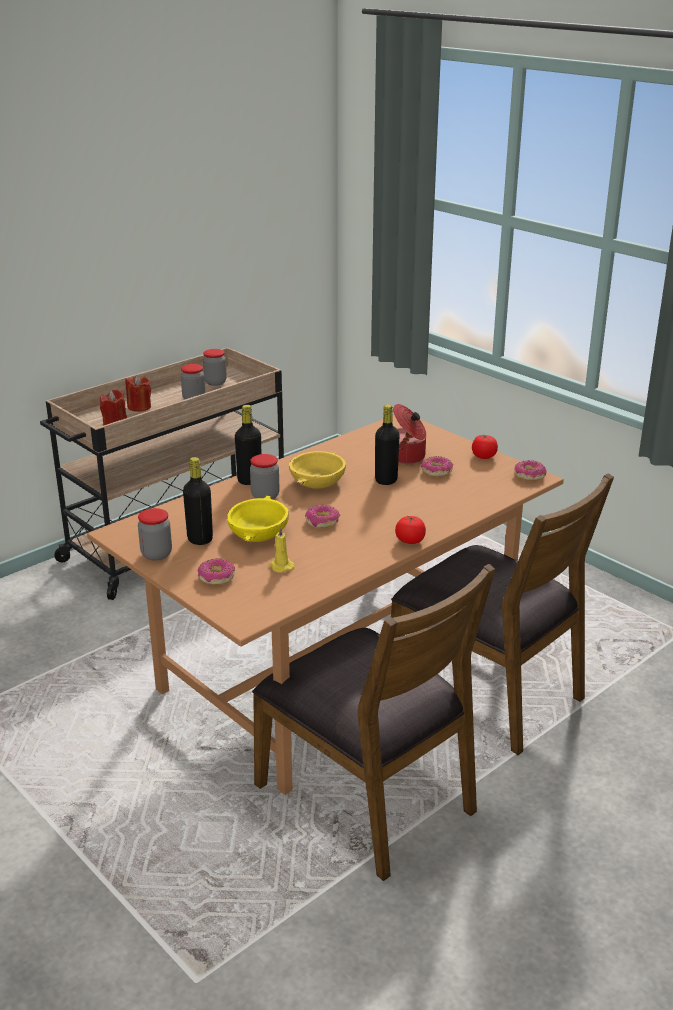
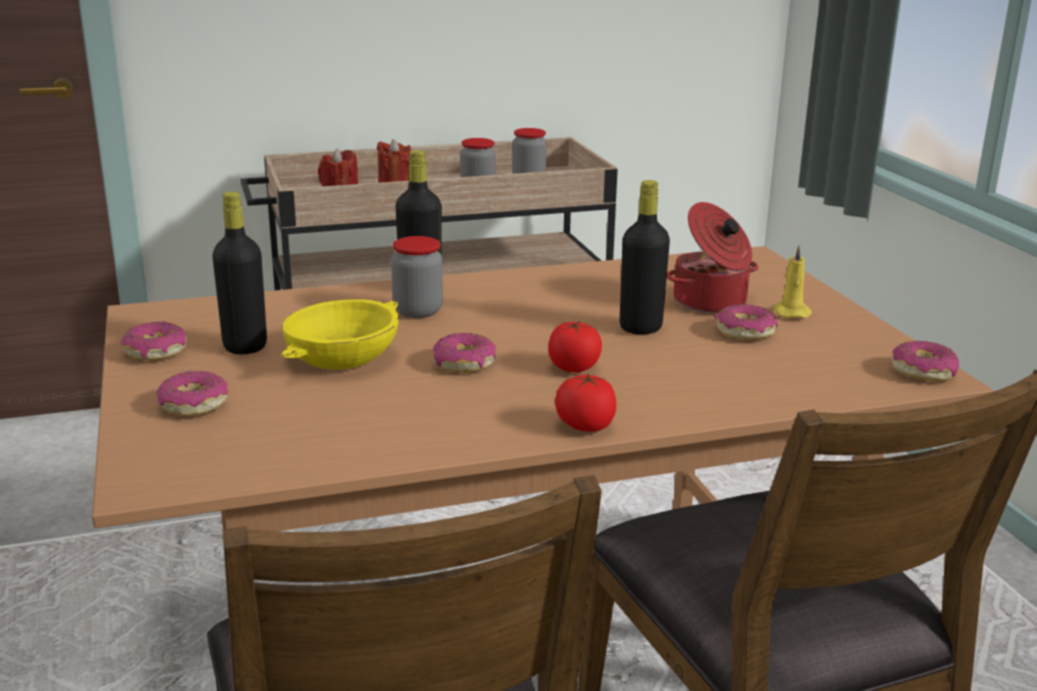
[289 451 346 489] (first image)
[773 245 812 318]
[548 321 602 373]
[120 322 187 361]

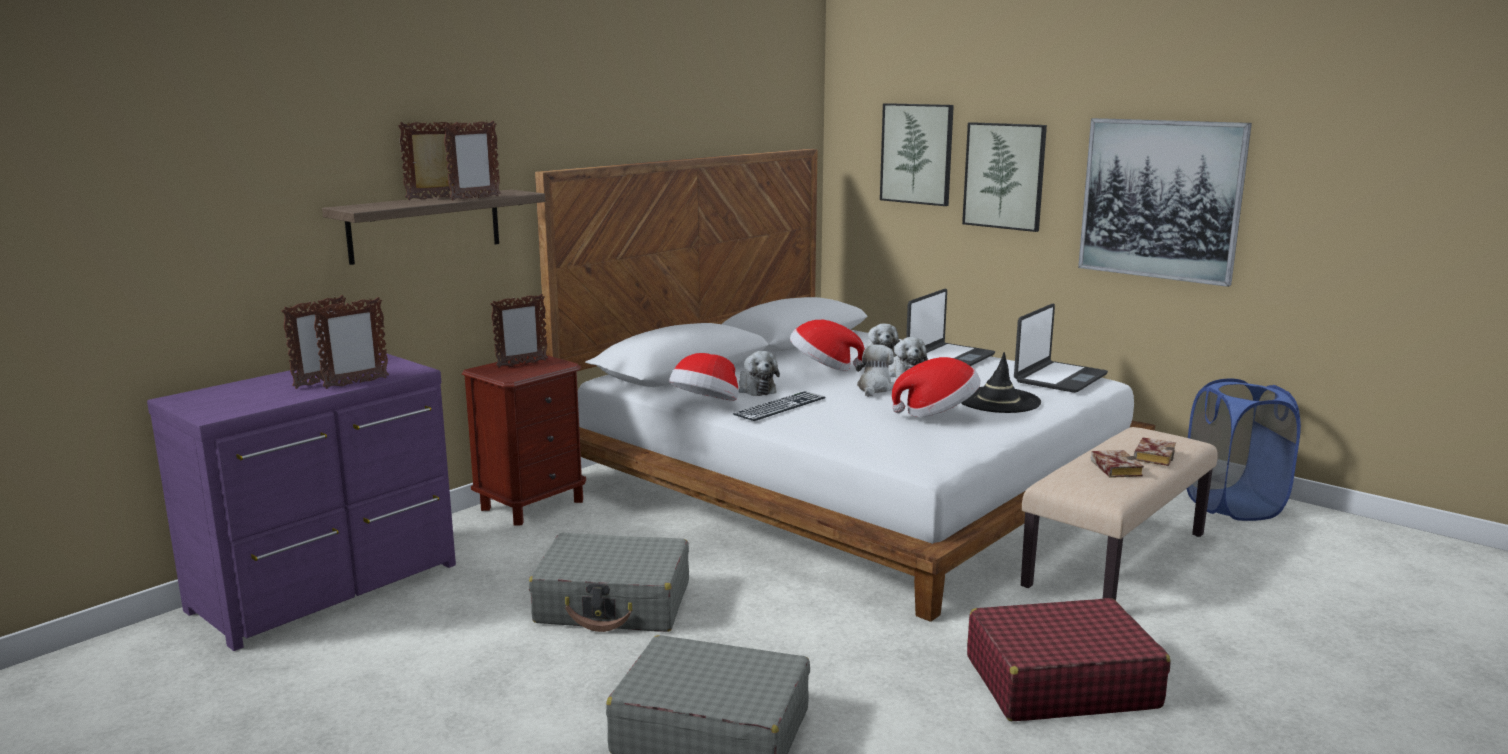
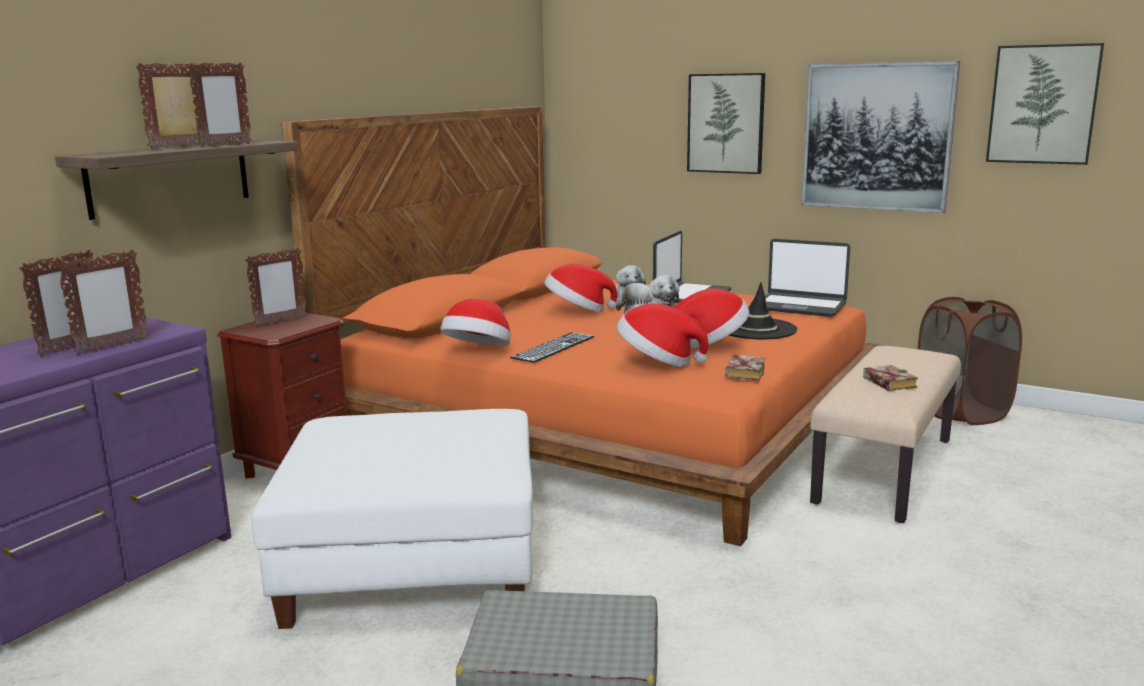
[739 351 780 396] (first image)
[967 598 1171 721] (first image)
[617 303 708 367]
[986 43 1104 165]
[725 355 765 381]
[252 409 533 629]
[281 106 884 546]
[918 297 1022 425]
[765 239 850 317]

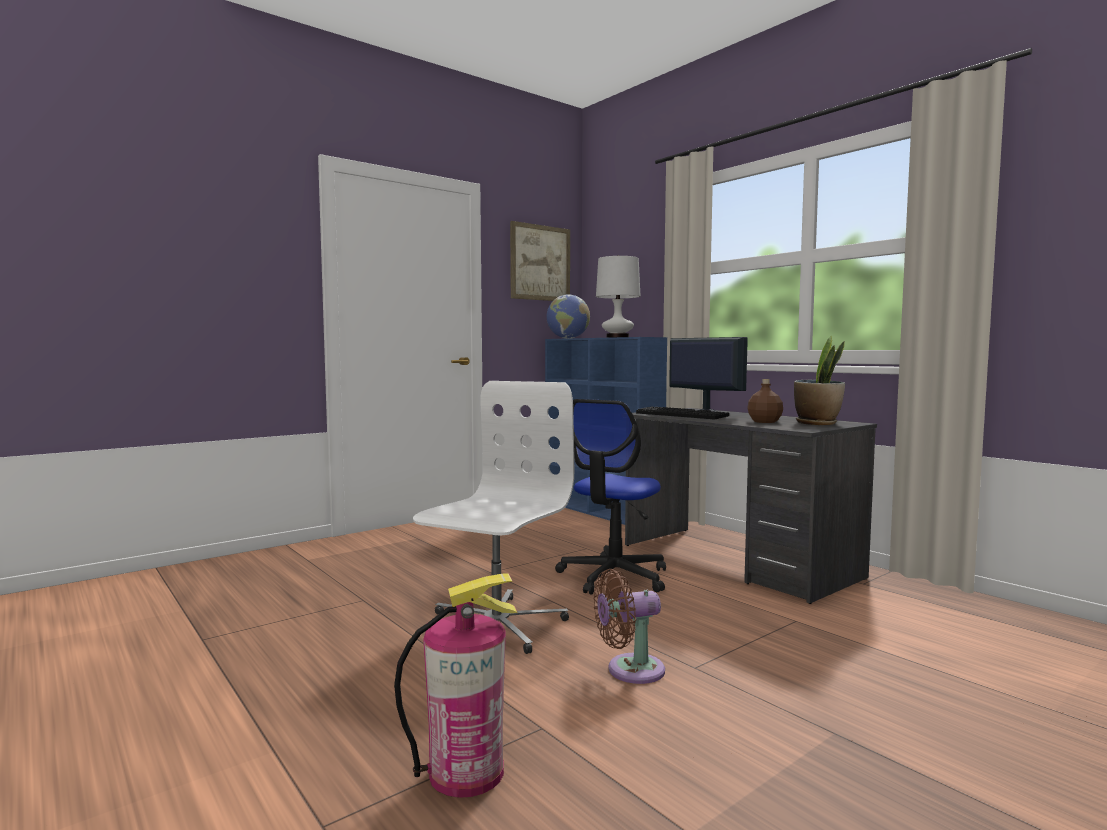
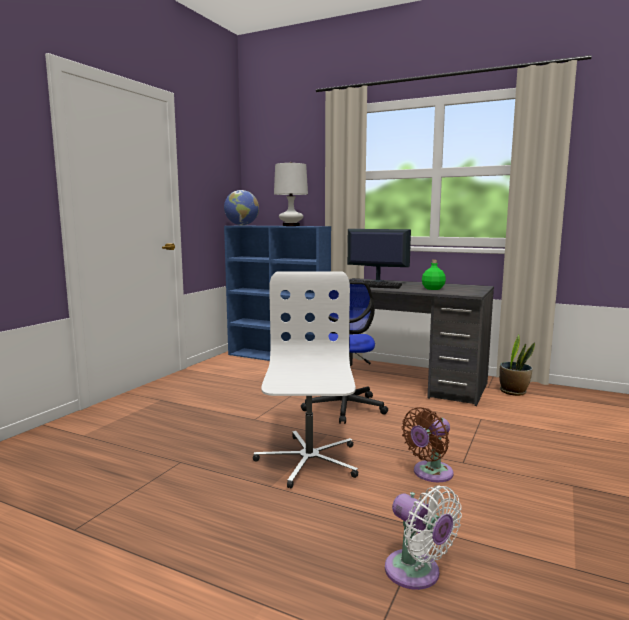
[510 221 570 301] (first image)
[499 334 535 396]
[385 485 462 590]
[422 260 446 290]

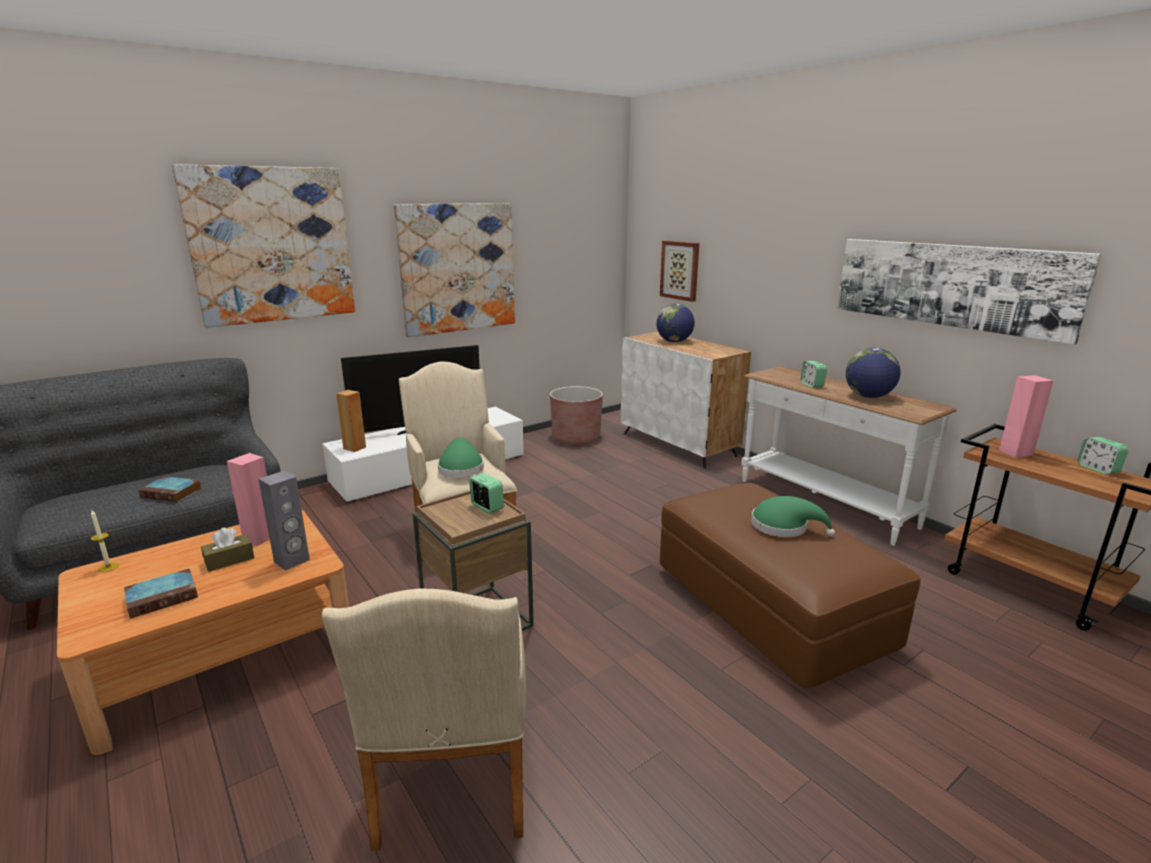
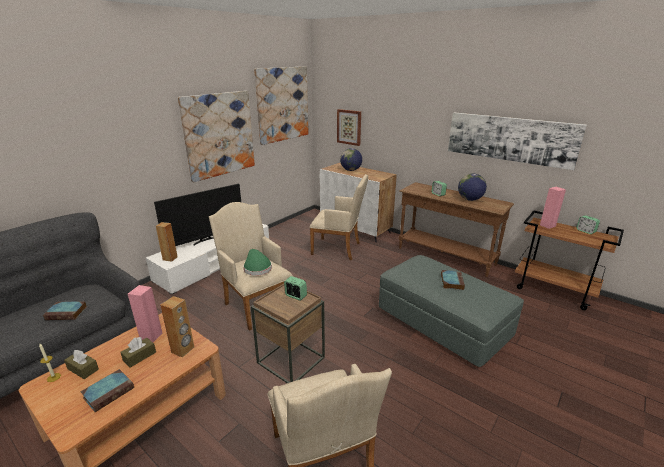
[550 386 603 445] (first image)
[64 350 99 379]
[310 174 368 260]
[254 67 309 145]
[441 270 465 290]
[160 296 194 357]
[379 255 524 367]
[399 182 514 277]

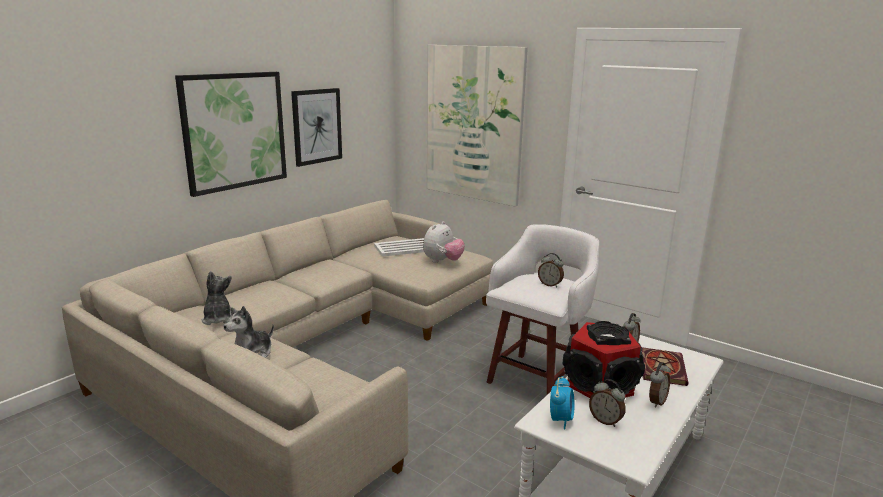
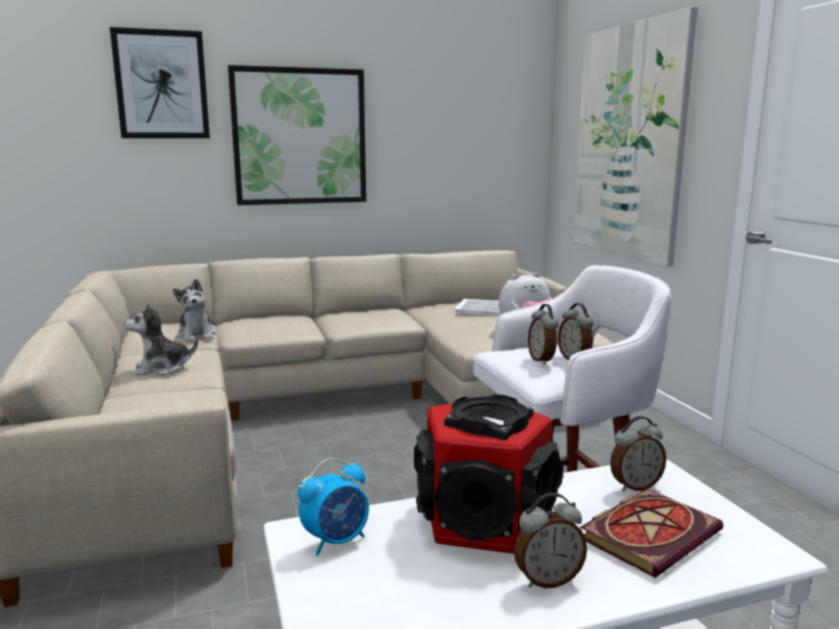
[110 27 210 138]
[528 304 559 365]
[173 279 215 342]

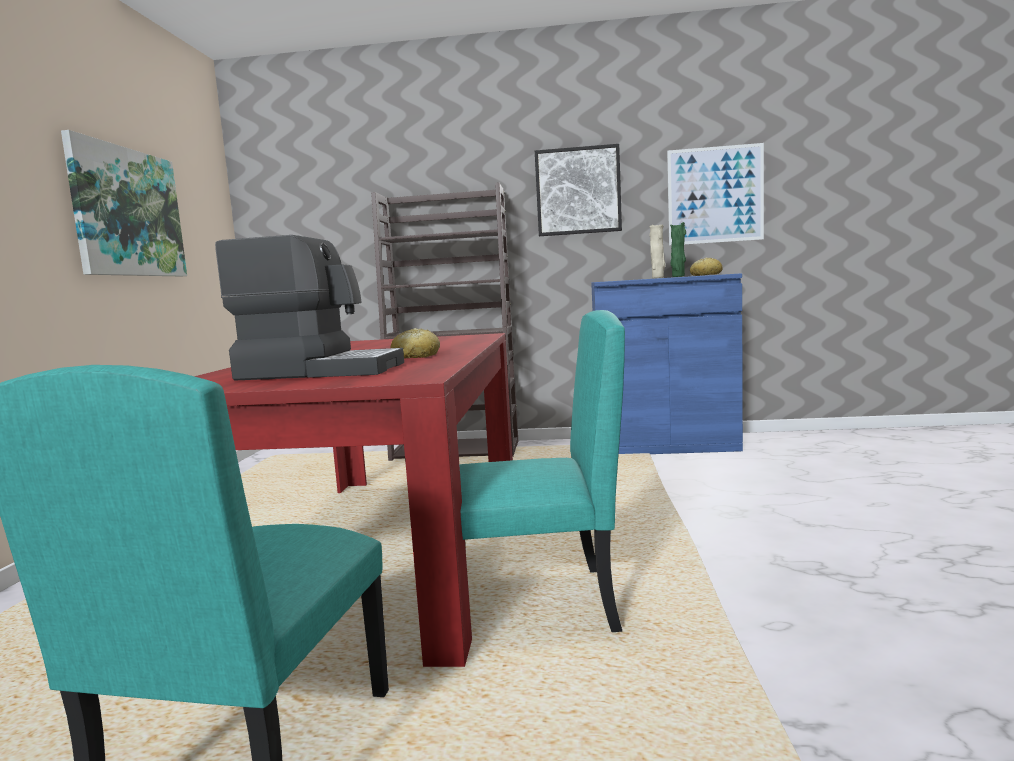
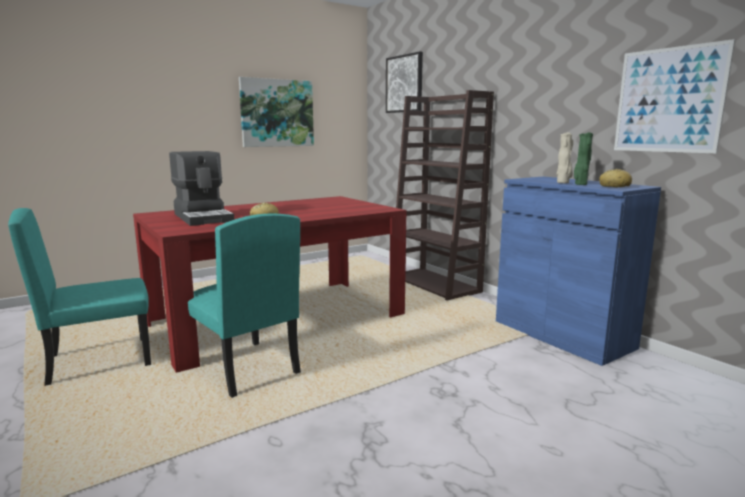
[386 51 423 113]

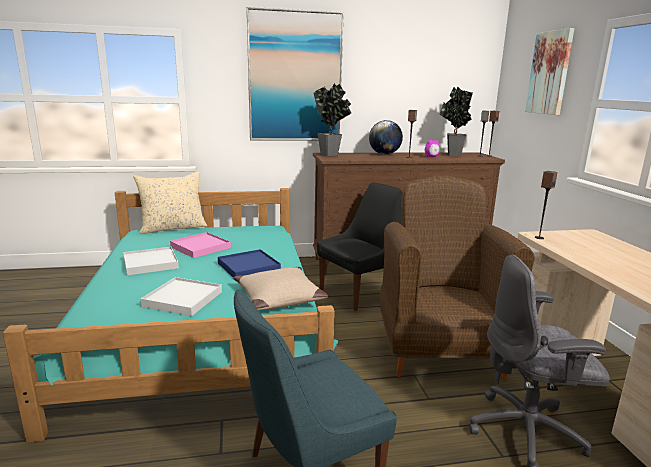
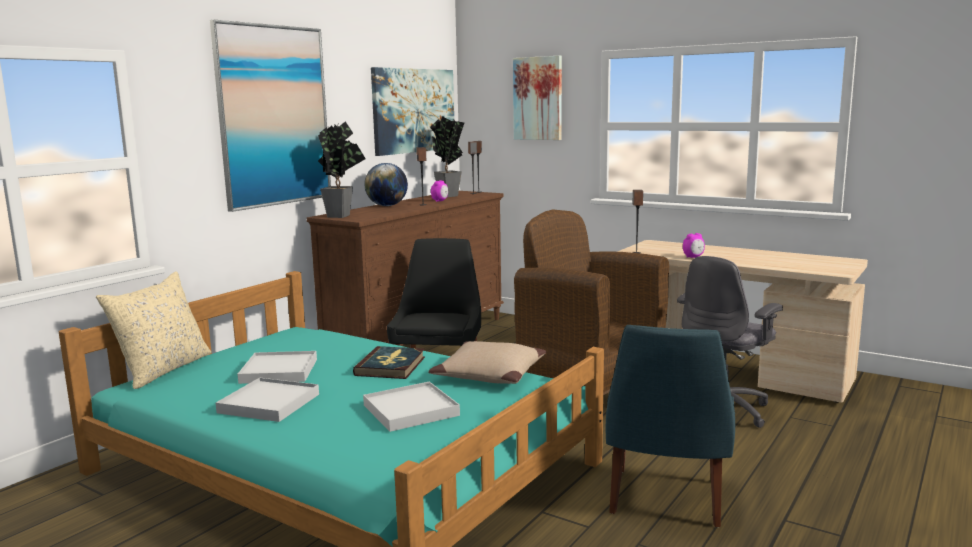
[371 67 454 156]
[683 233 705 258]
[353 346 425 379]
[237 351 317 384]

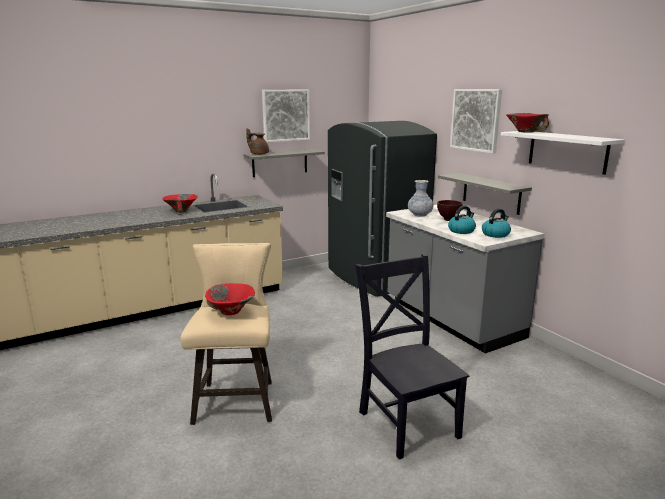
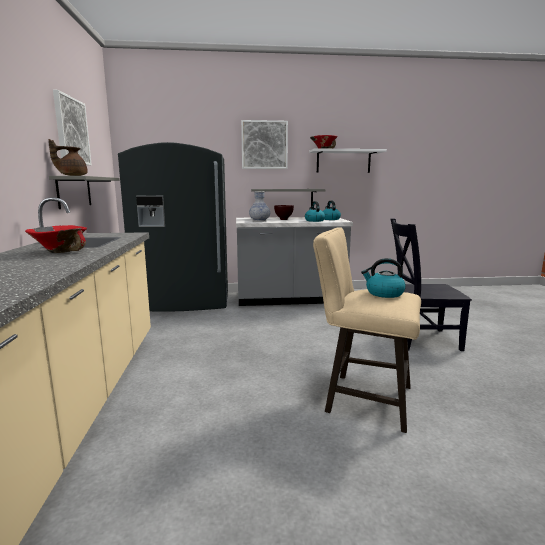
[361 258 406 298]

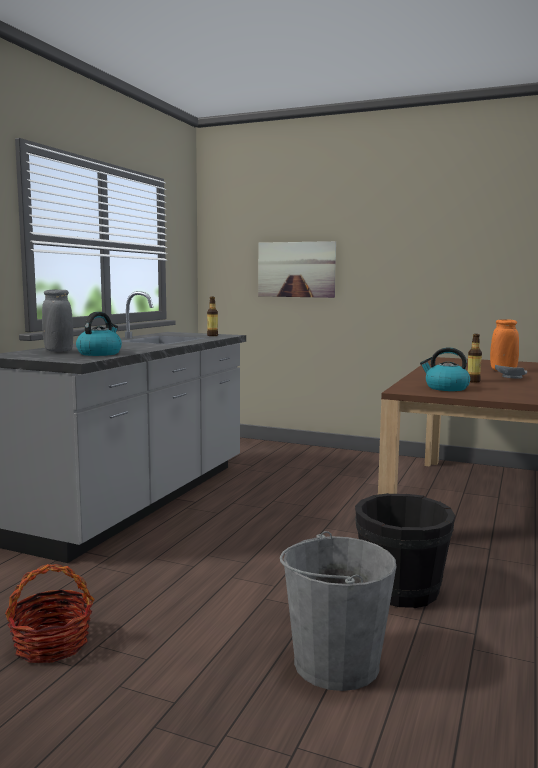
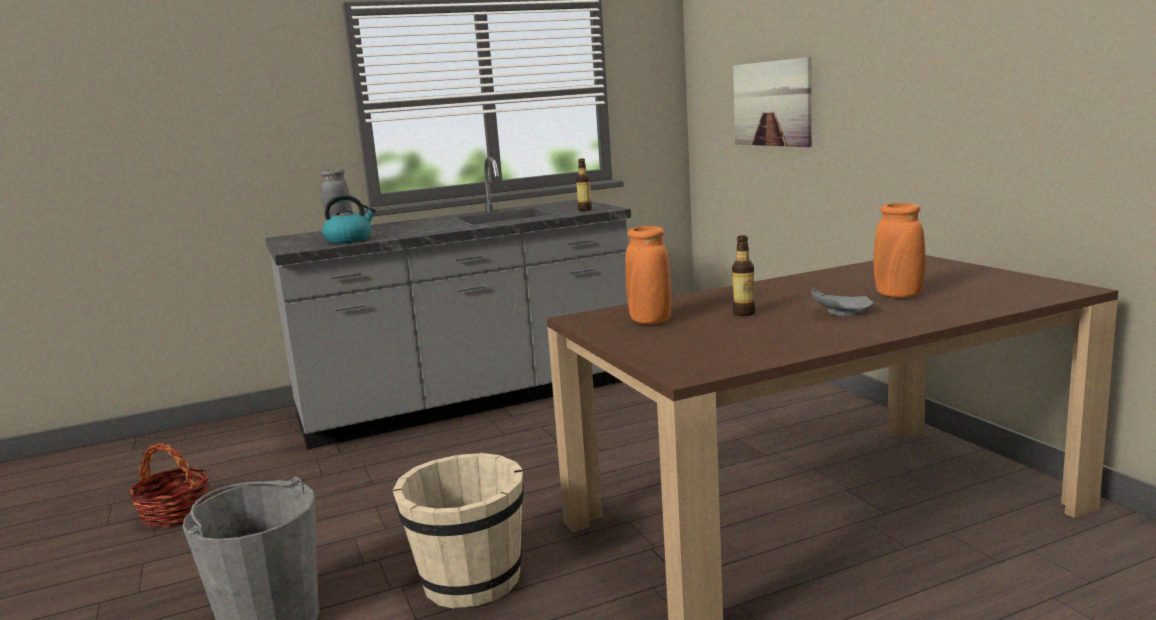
[625 226 671 324]
[393 453 524 609]

